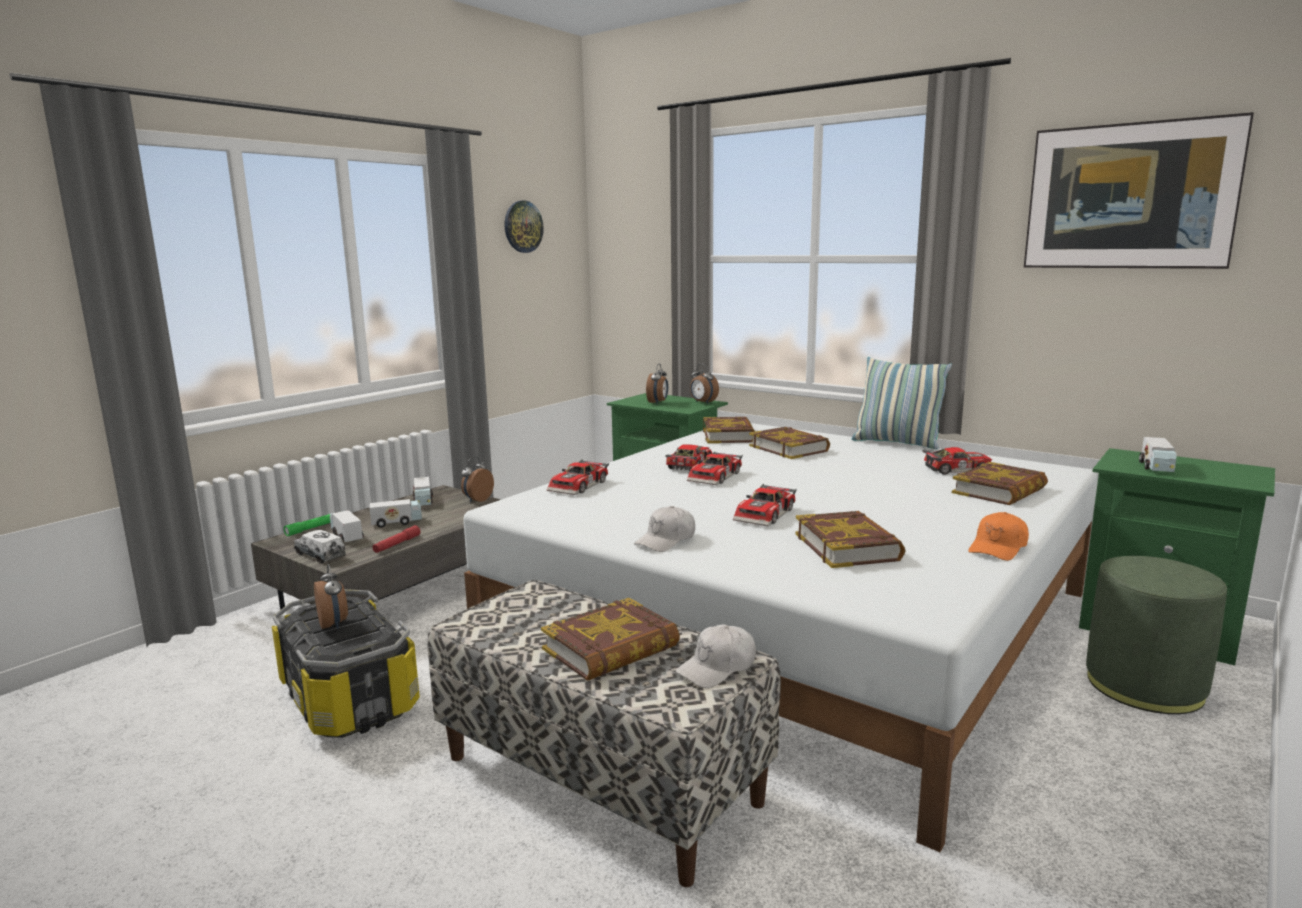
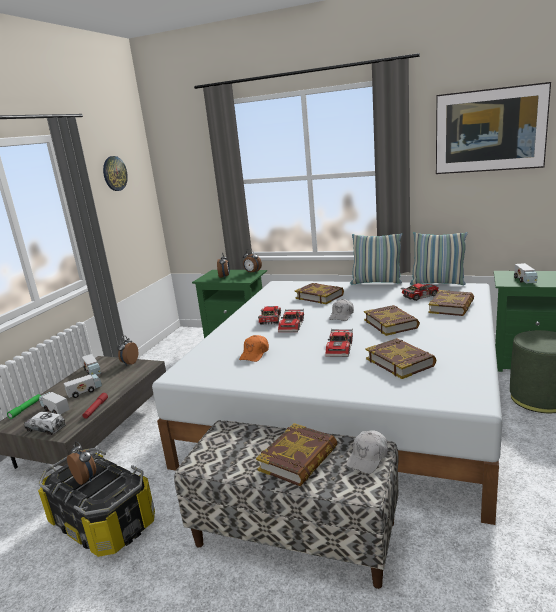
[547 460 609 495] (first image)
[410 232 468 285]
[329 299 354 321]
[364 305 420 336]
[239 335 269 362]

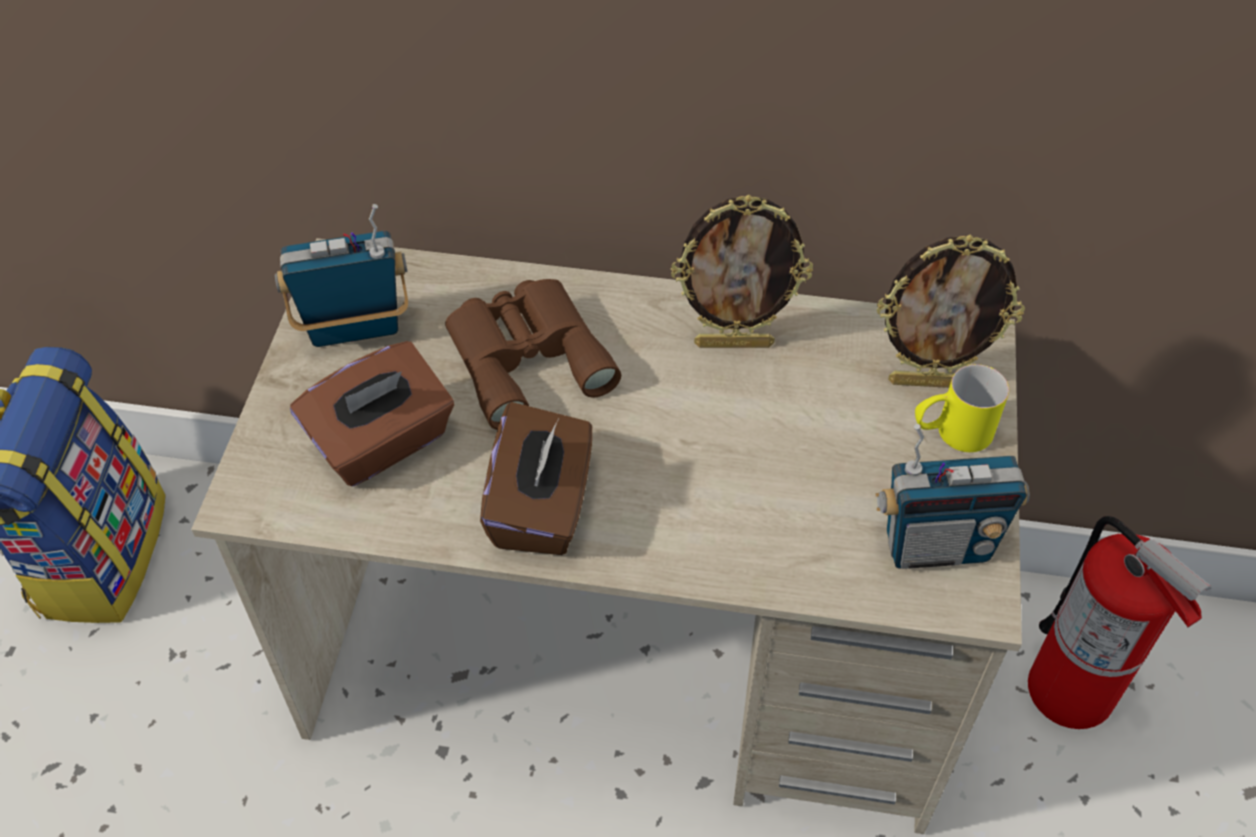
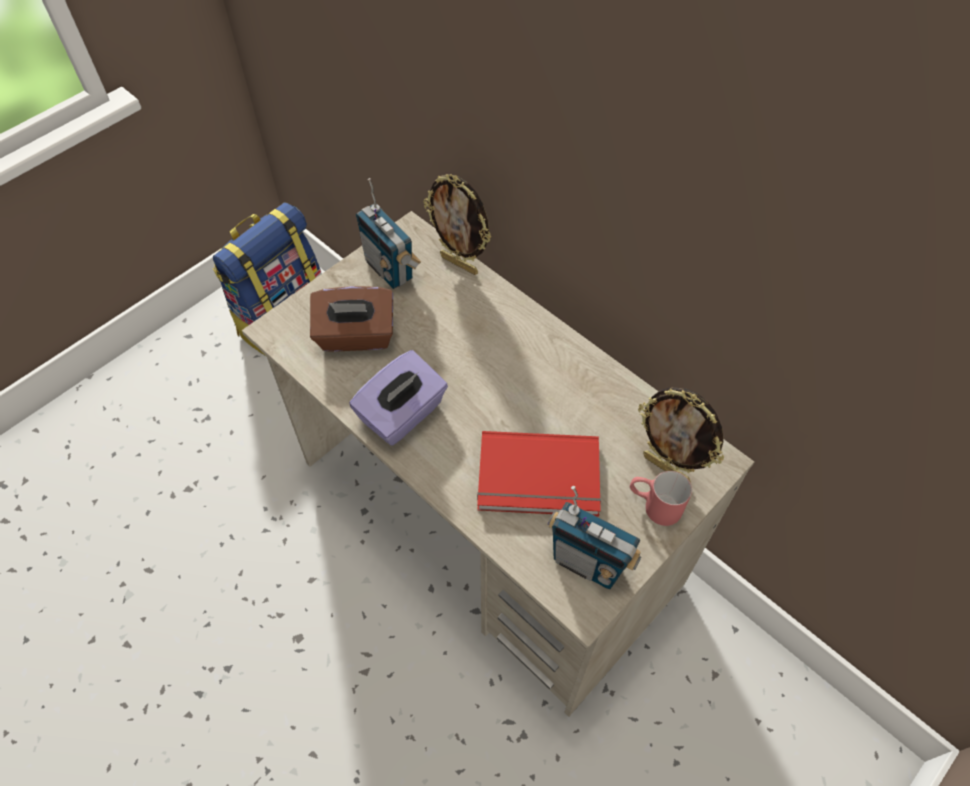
[445 279 621 430] (first image)
[1028 516 1212 729] (first image)
[477 431 601 517]
[423 174 491 275]
[349 350 448 446]
[630 471 692 526]
[356 178 421 289]

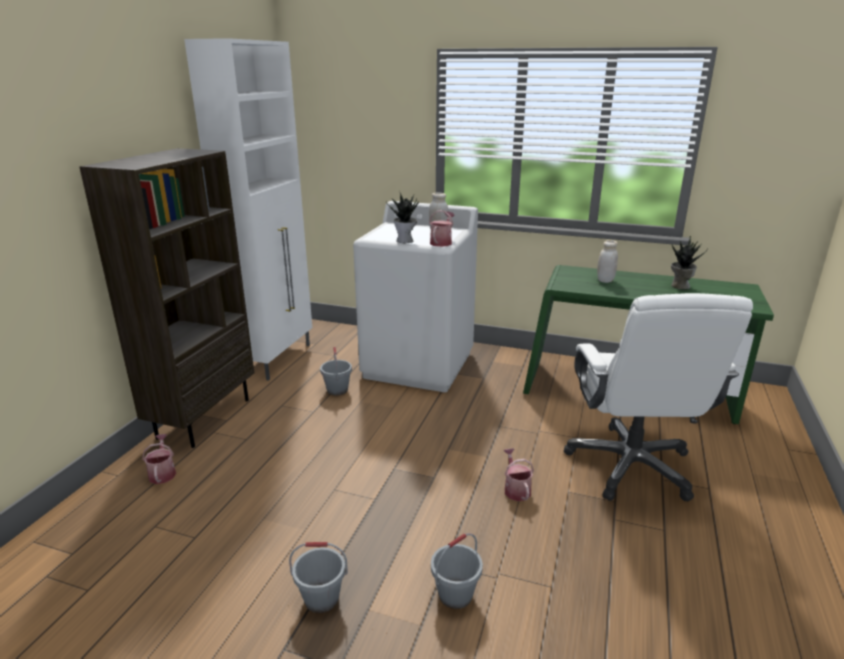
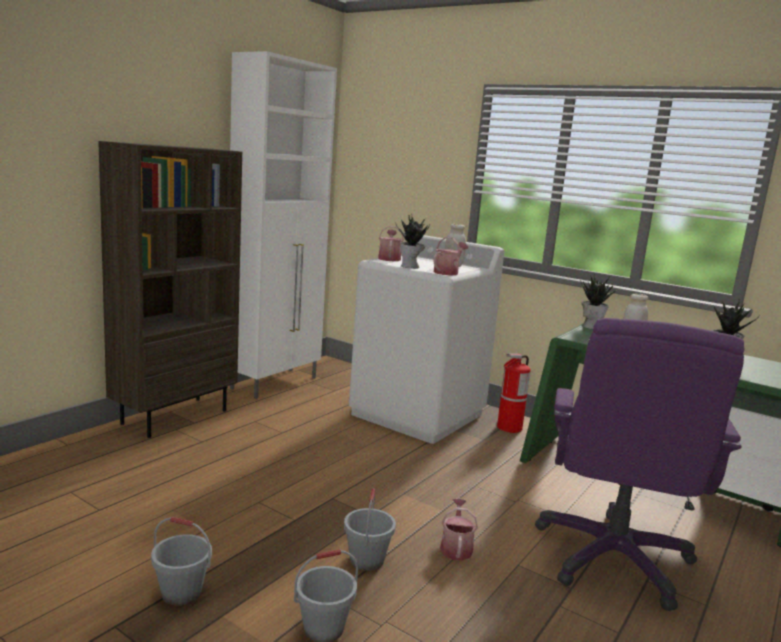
[497 354 531 433]
[581 275 618 329]
[378 226 404 261]
[344 488 396 571]
[535 318 745 611]

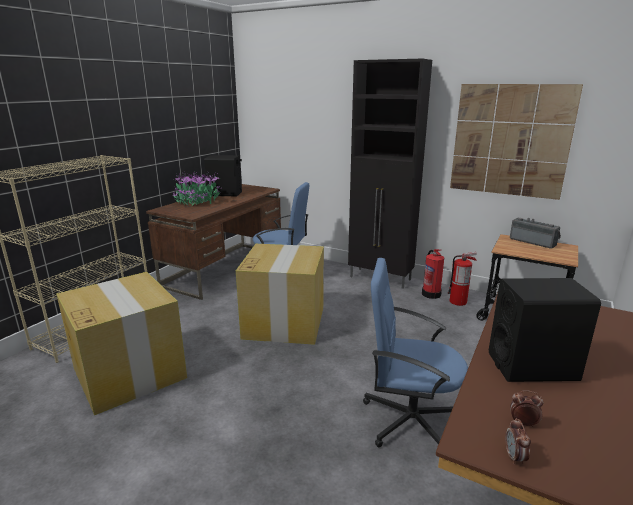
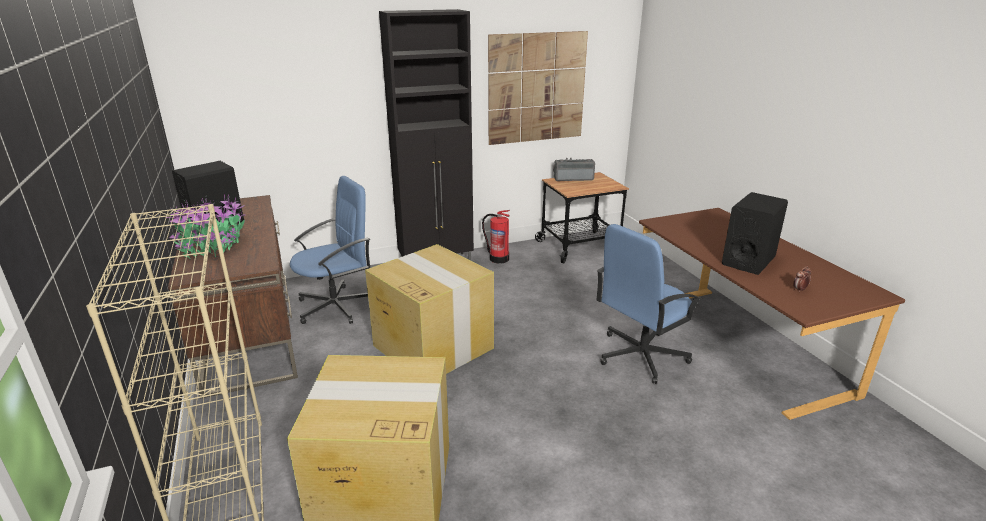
[448 252 477 306] (first image)
[505 418 531 465] (first image)

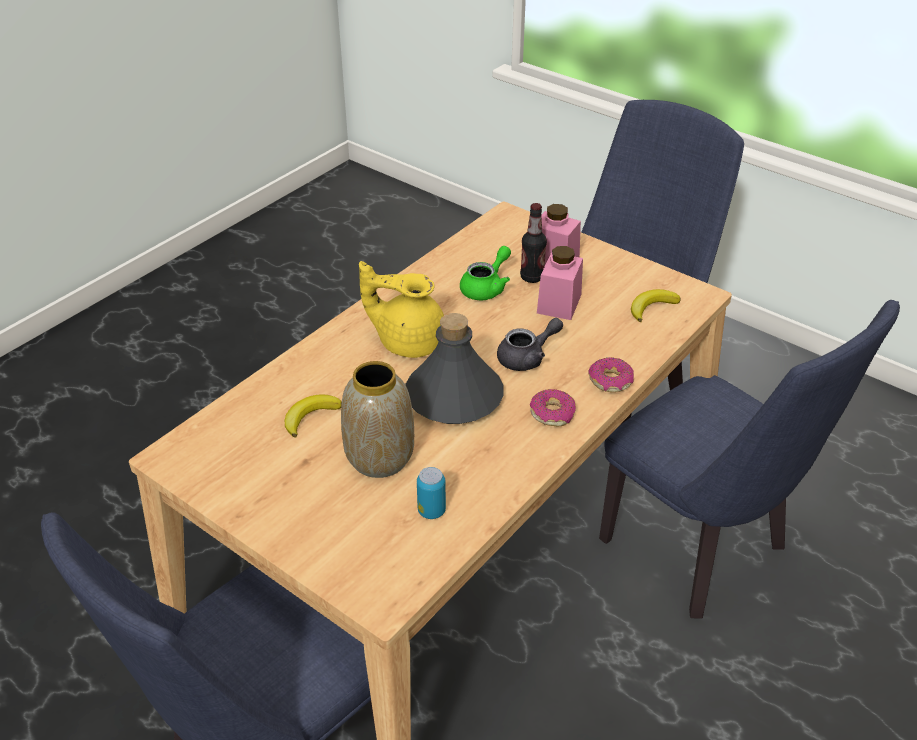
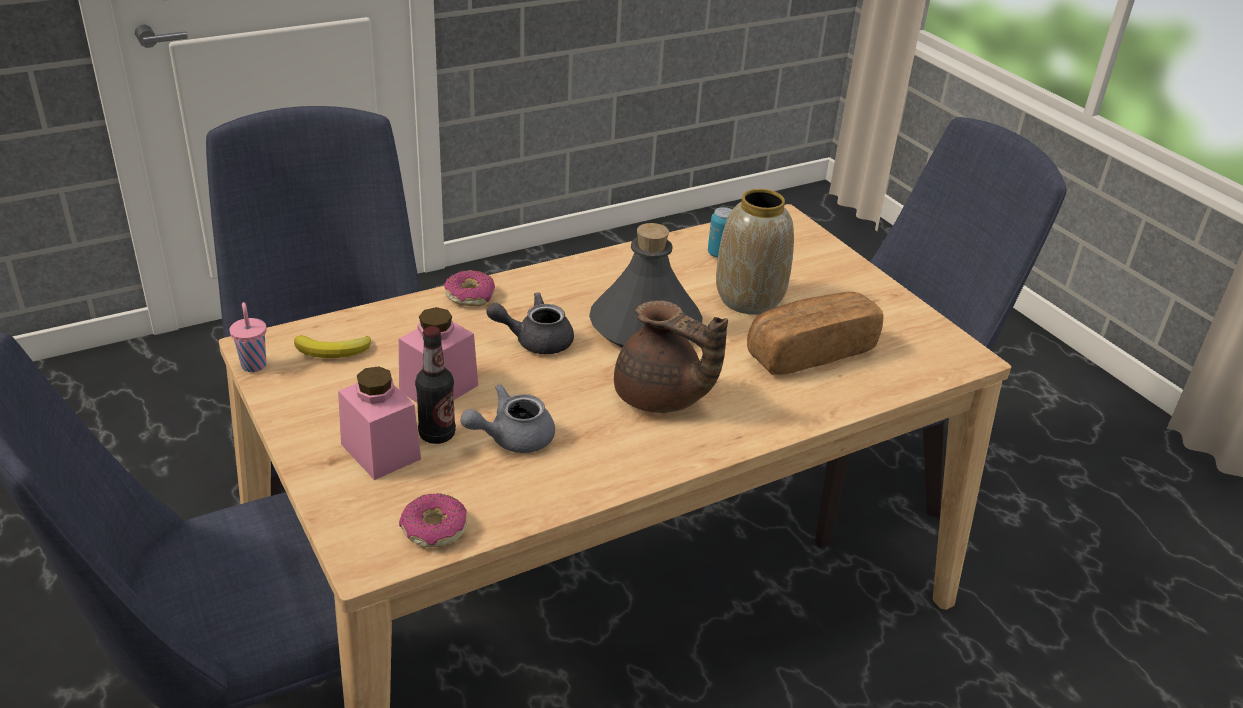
[229 302 267 372]
[399 493 467 547]
[747 292 884 375]
[614 301 728 413]
[460 384 555 453]

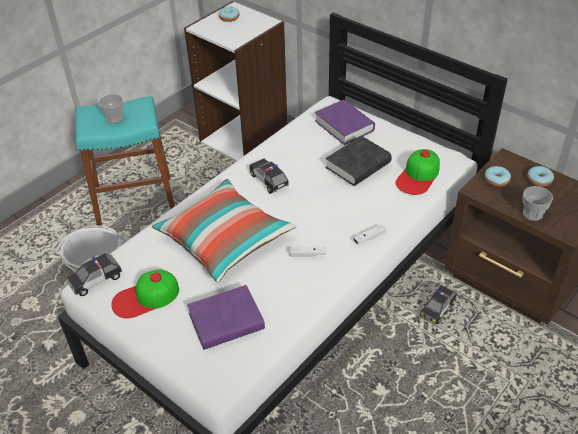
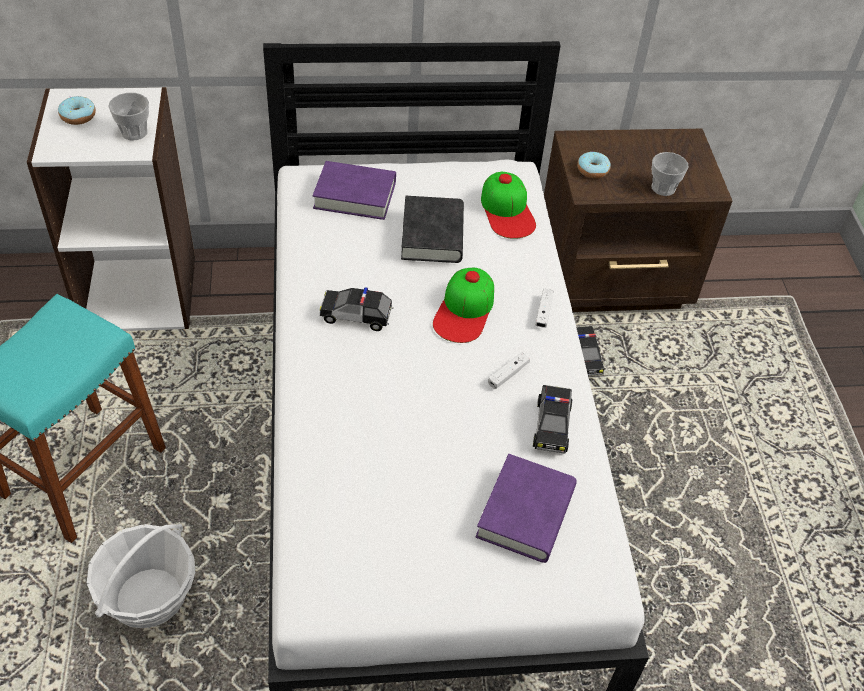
[152 179 296 283] (first image)
[527 166 554 187] (first image)
[533 385 572 453]
[108 93 149 140]
[433 268 494 343]

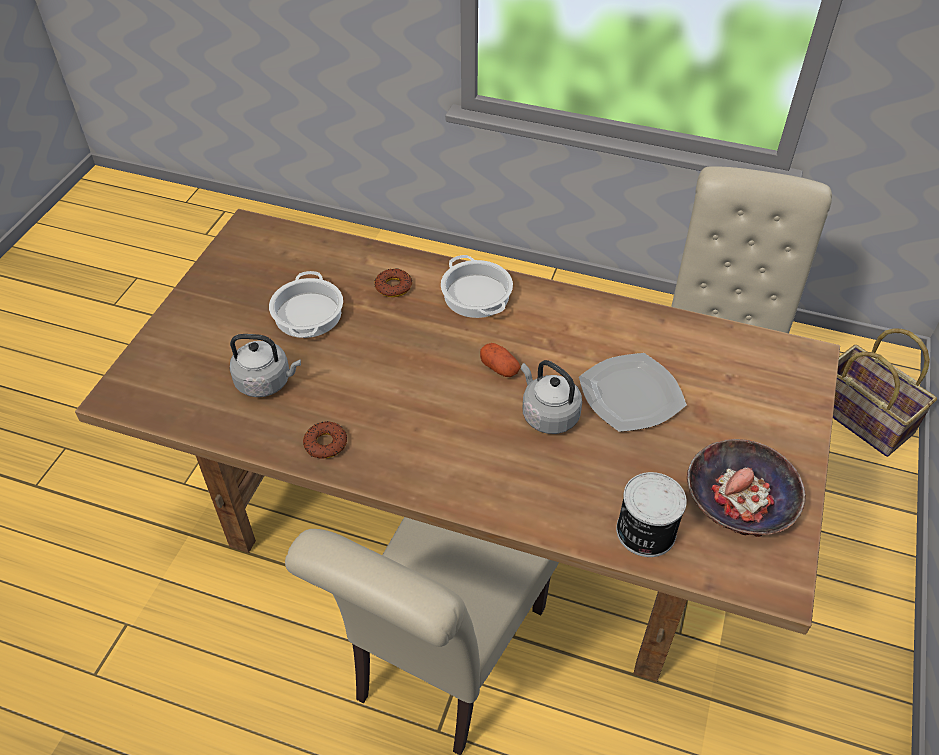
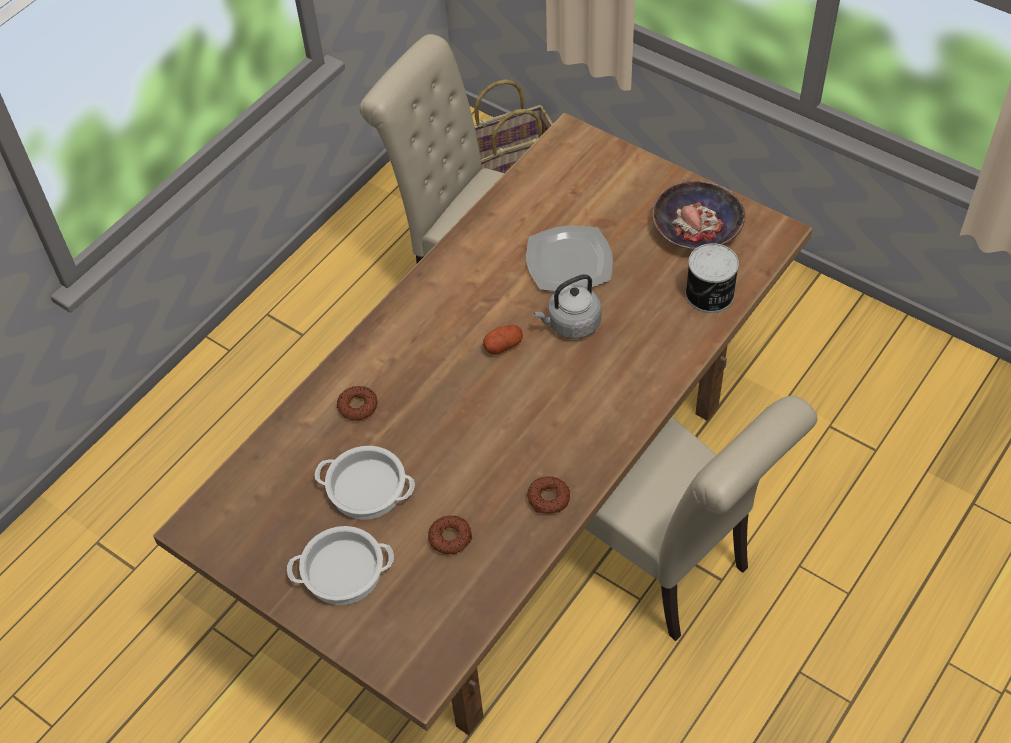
[287 526 394 605]
[428 516 472 554]

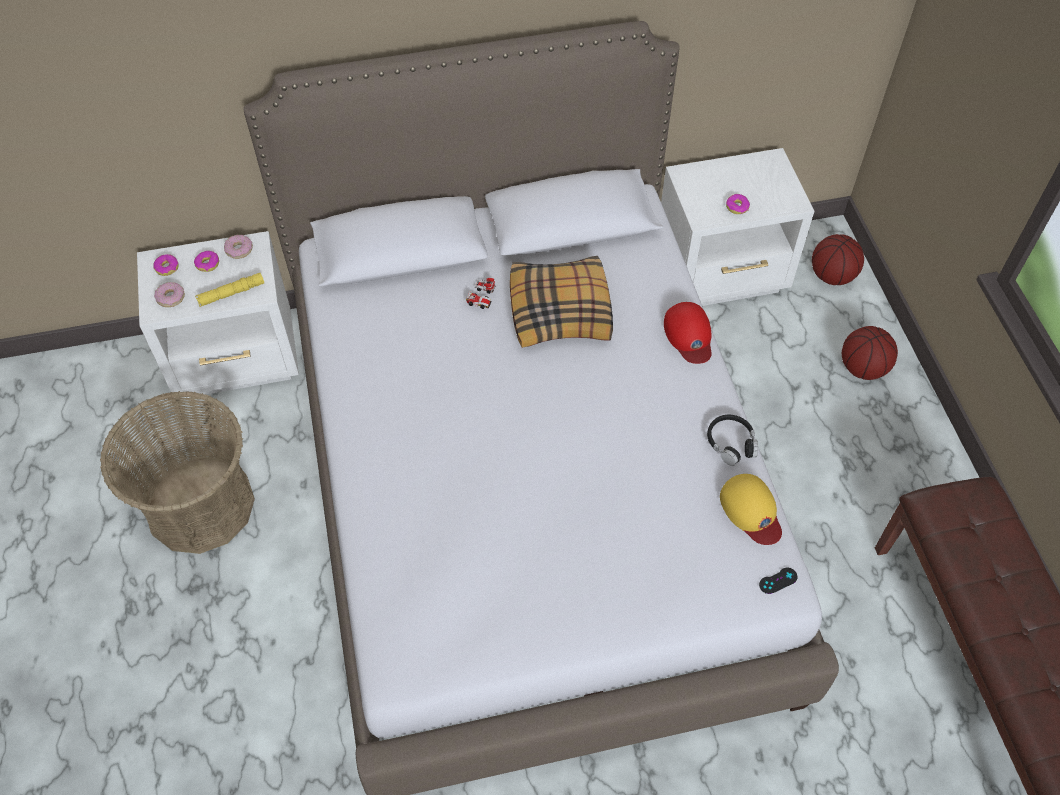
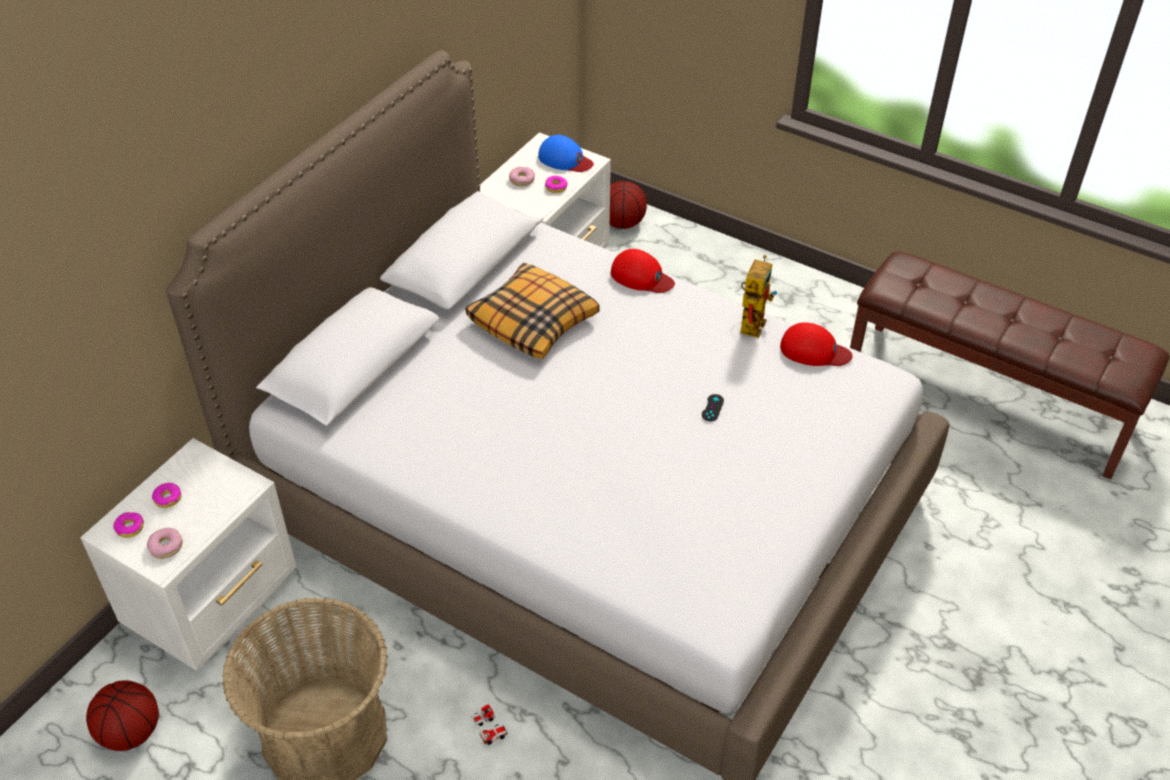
[195 273 264 307] (first image)
[538 135 594 172]
[509 167 535 186]
[472 704 508 745]
[702 394 724 421]
[86 680 159 751]
[740 255 777 338]
[780 323 853 366]

